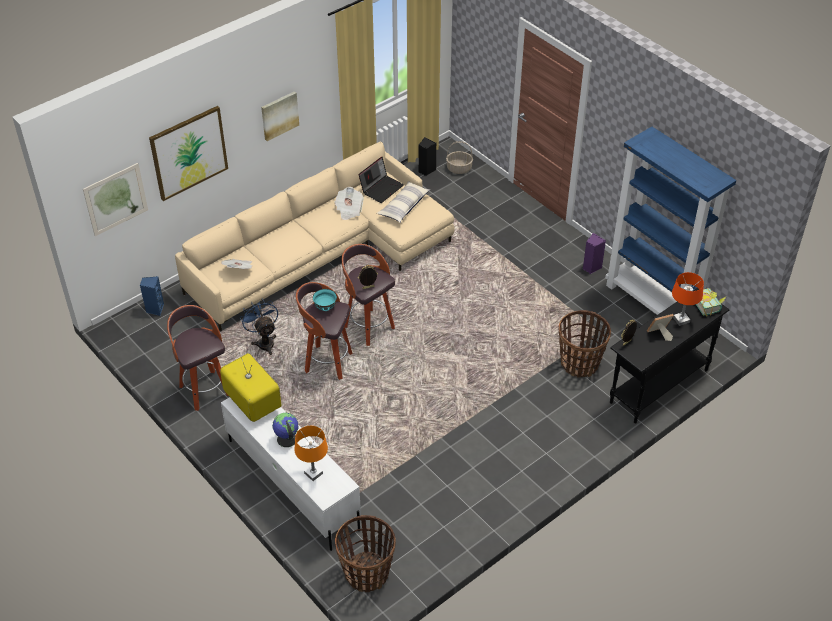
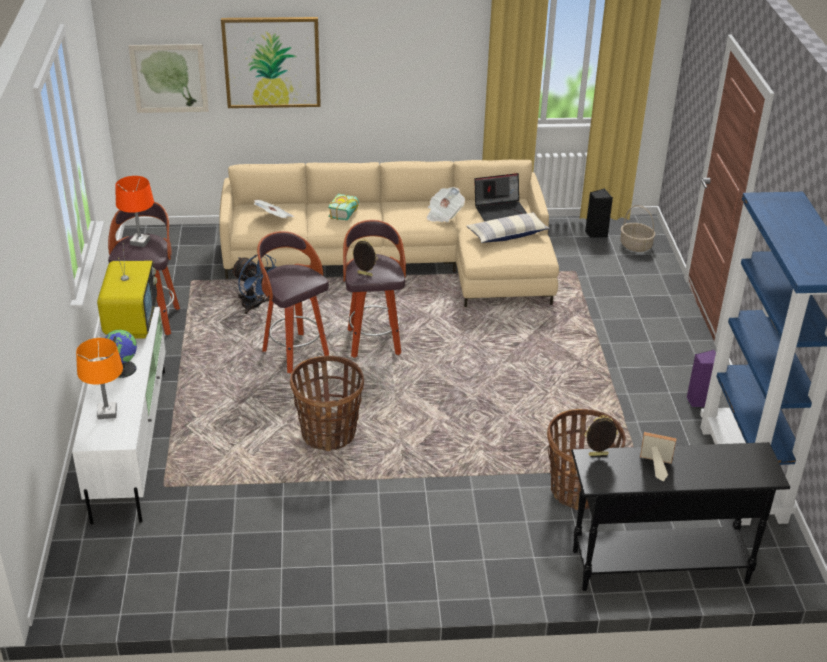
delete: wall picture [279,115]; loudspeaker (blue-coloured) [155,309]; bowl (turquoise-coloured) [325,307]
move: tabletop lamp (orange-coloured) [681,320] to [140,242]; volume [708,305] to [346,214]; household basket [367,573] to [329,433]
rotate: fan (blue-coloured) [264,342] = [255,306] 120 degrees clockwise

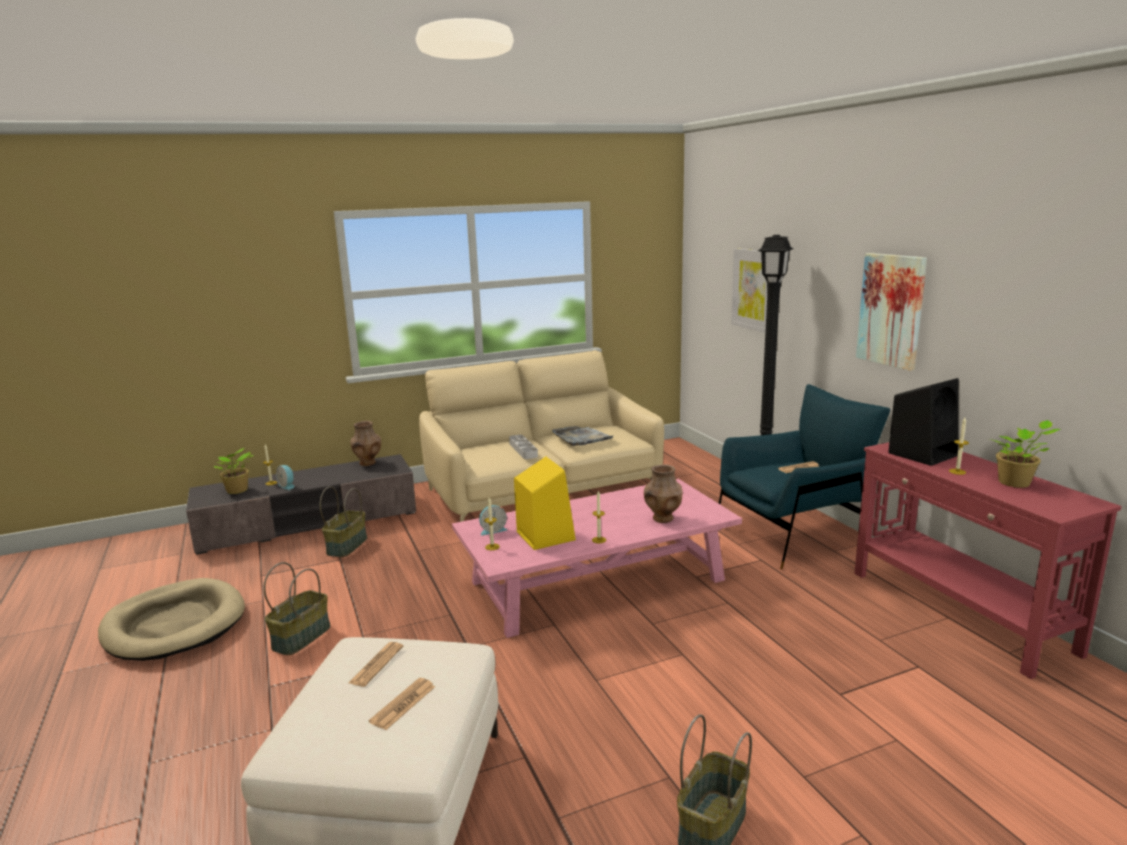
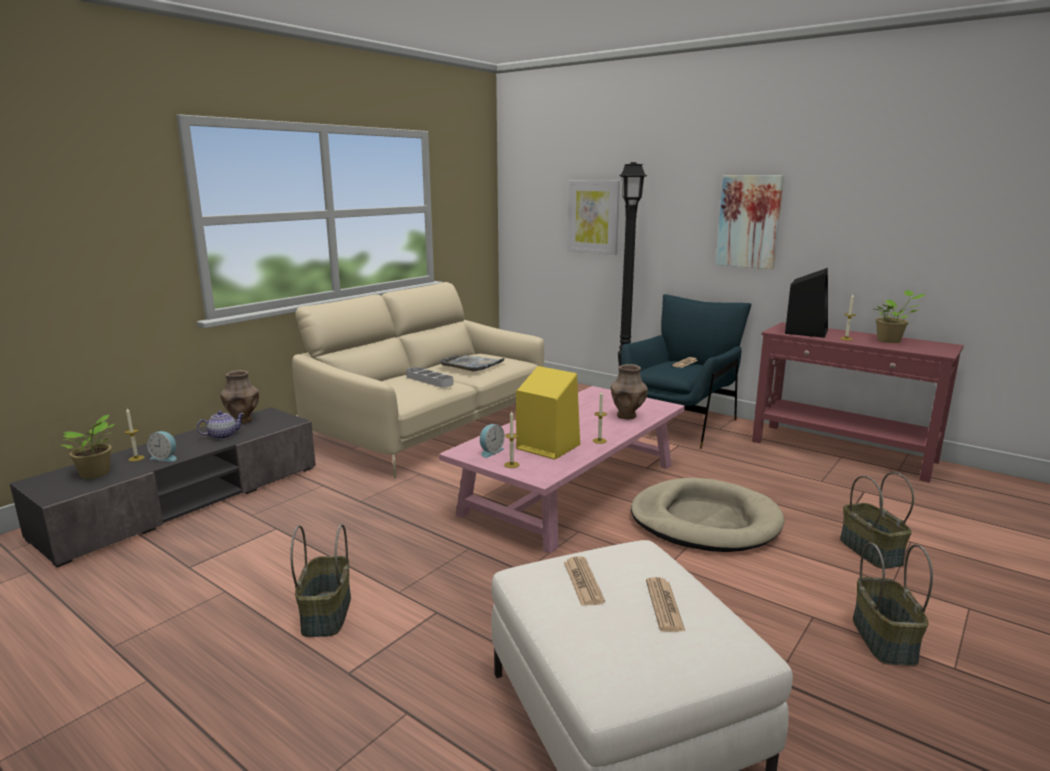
insert: pot for tea [222,436]
move: household basket [346,546] to [869,551]; dog bed (beige-coloured) [174,624] to [704,521]

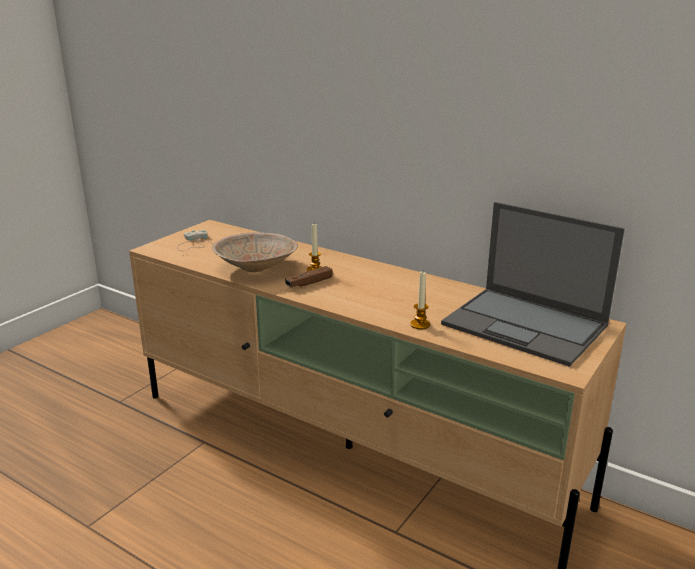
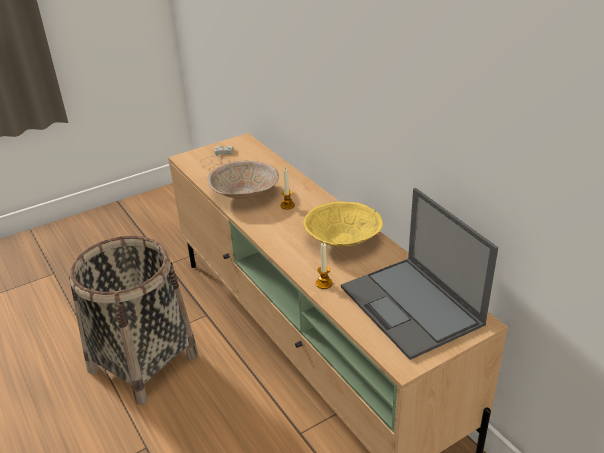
delete: gamepad (brown-coloured) [309,283]
insert: bowl (yellowish) [343,239]; household basket [143,363]

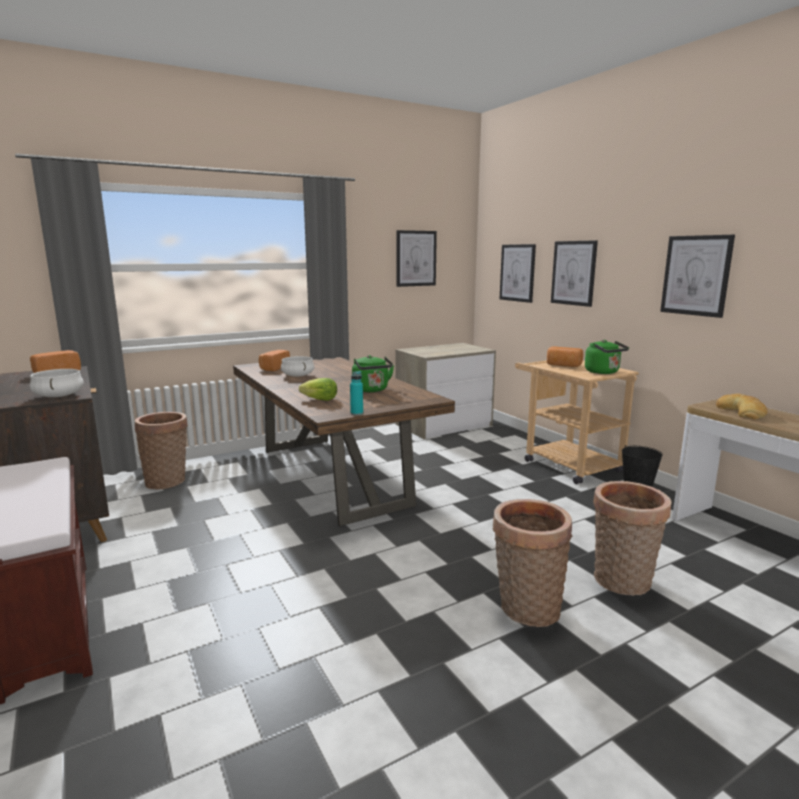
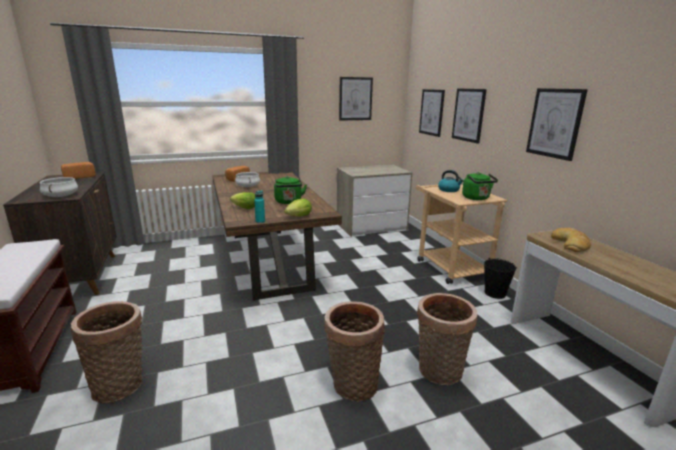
insert: lettuce [299,216]
move: household basket [168,481] to [121,385]
replace: bakery bread [563,365] to water kettle [449,190]

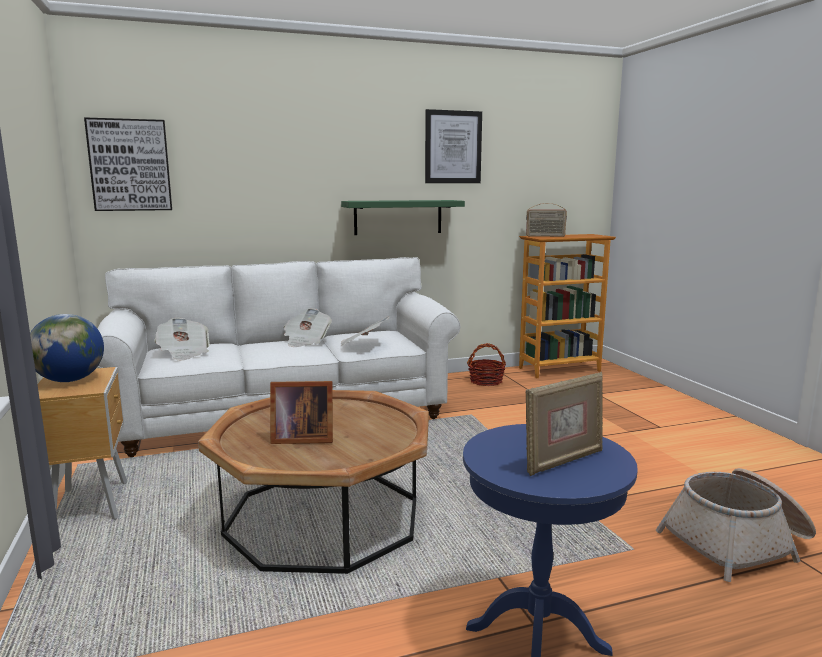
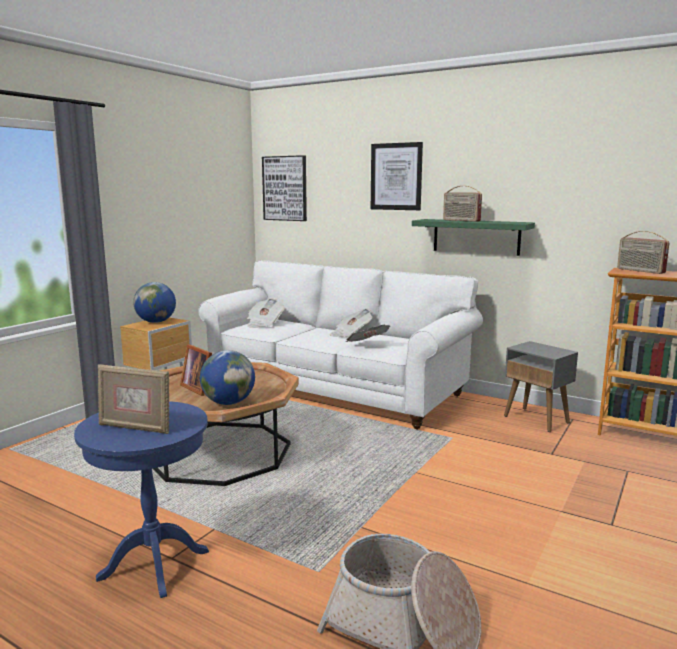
insert: radio [461,220]; world globe [228,403]
move: wall picture [453,147] to [396,176]
replace: household basket [486,381] to end table (greyish) [537,419]

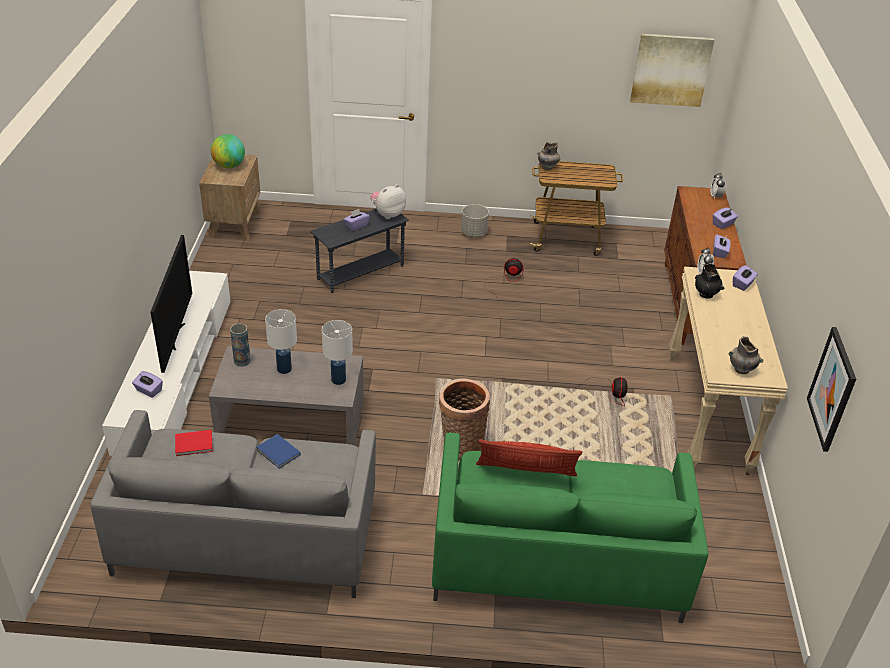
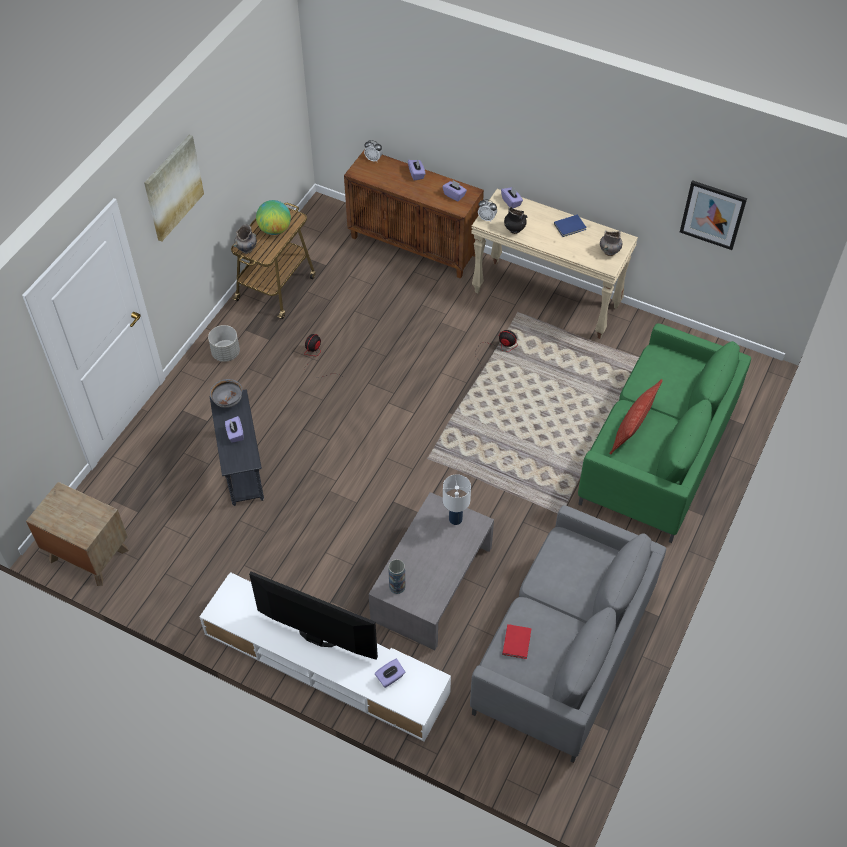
delete: tabletop lamp (white) [284,369]; household basket [460,446]
move: wall picture [671,70] to [173,187]; world globe [229,166] to [275,229]; volume (blue-coloured) [278,453] to [570,227]
replace: cuddly toy [387,214] to bowl (greyish) [228,402]

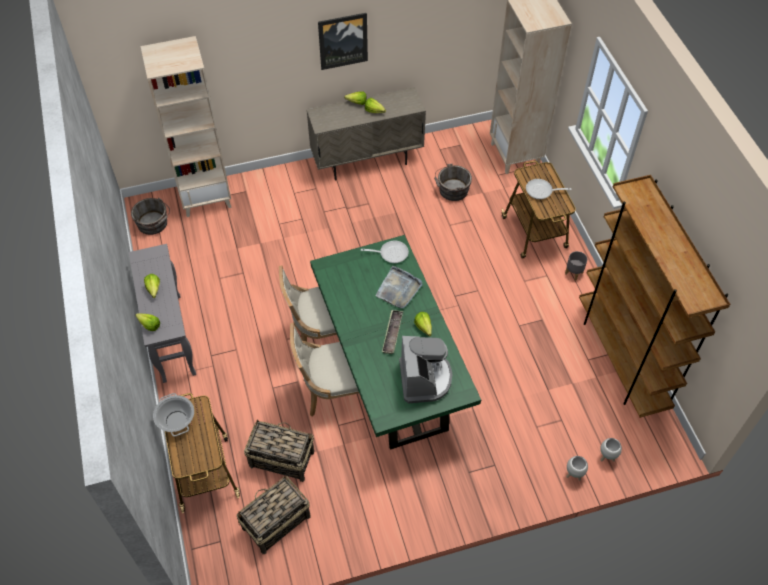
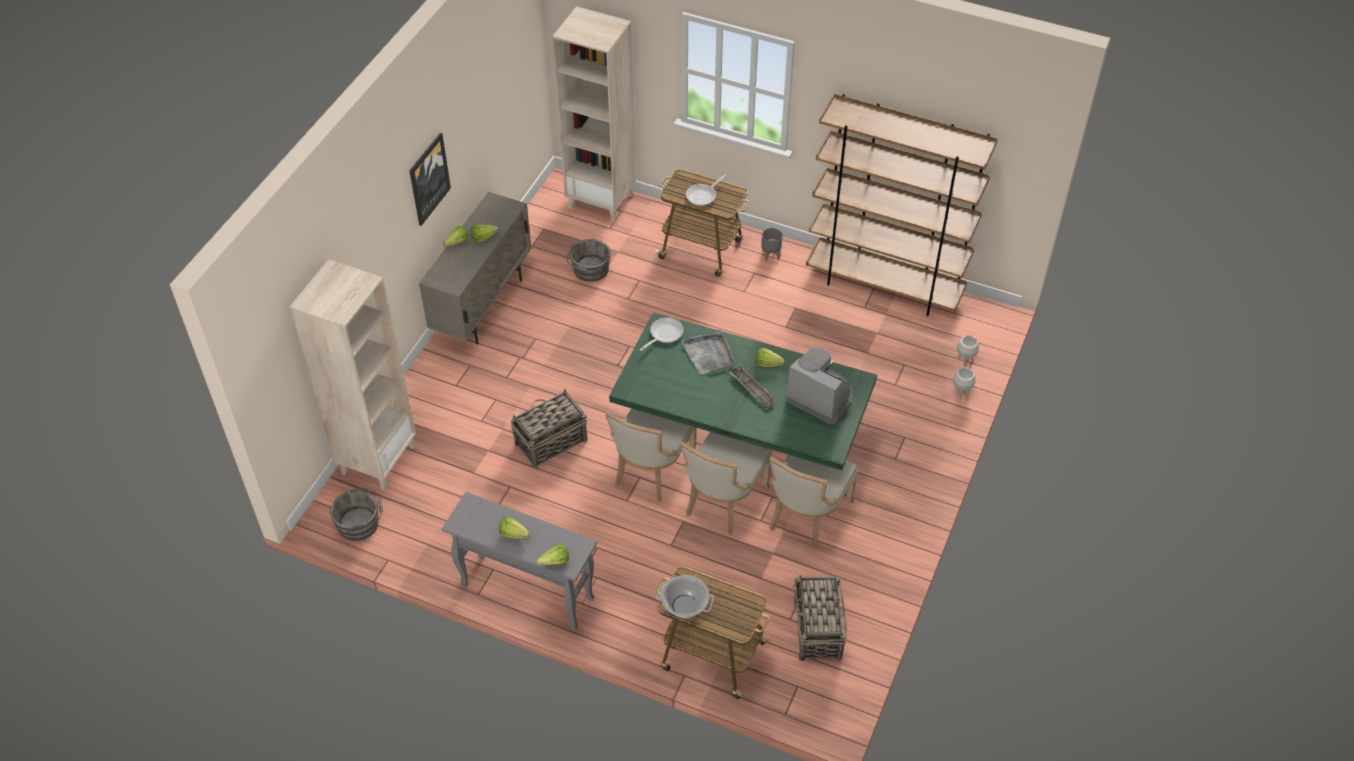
insert: plain chair (beige-coloured) [806,516]
move: household basket [281,458] to [550,442]

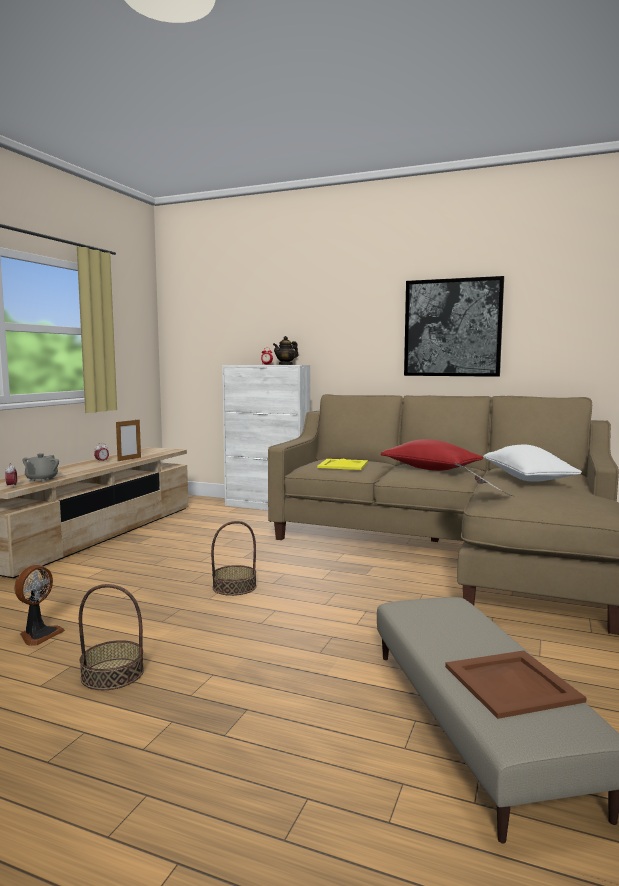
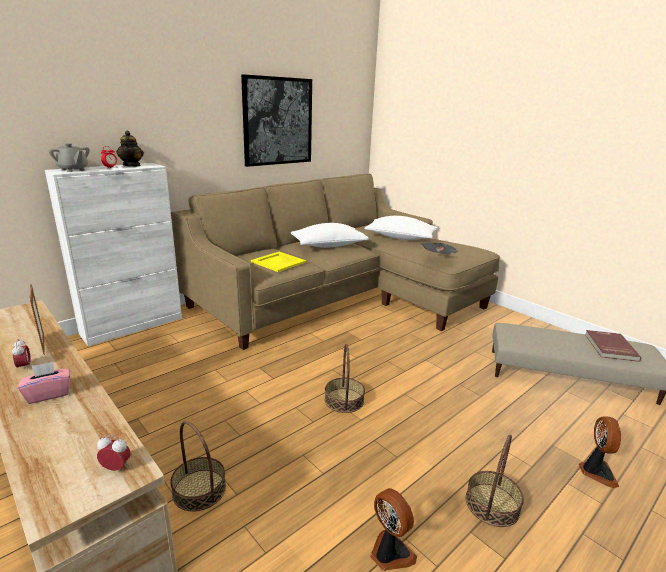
insert: tissue box (pink-coloured) [49,394]; fan [596,472]; household basket [199,489]
move: pot for tea (greyish) [41,480] to [73,170]
replace: serving tray (brown-coloured) [510,683] to volume (red) [609,347]
recolor: pillow (red) [430,469] to pillow (white) [328,245]

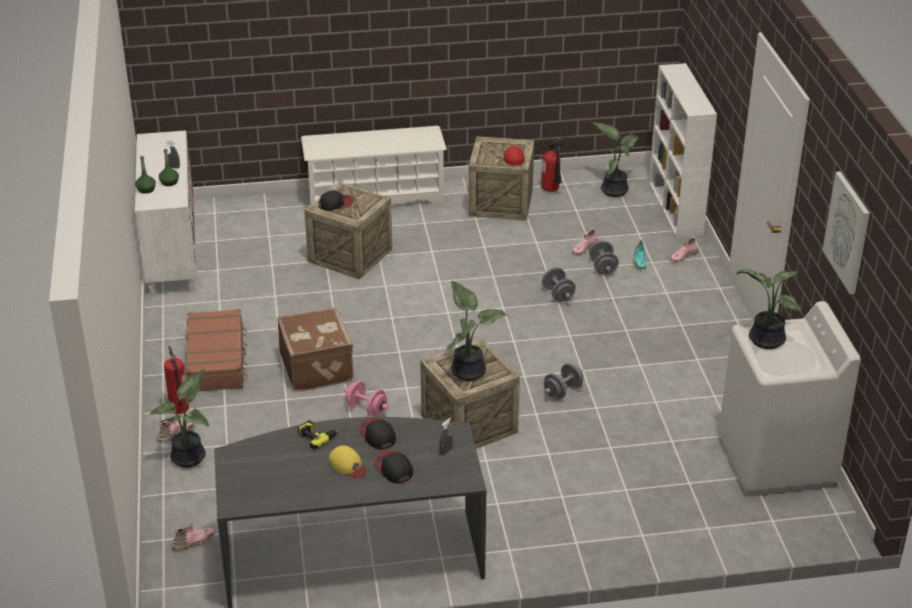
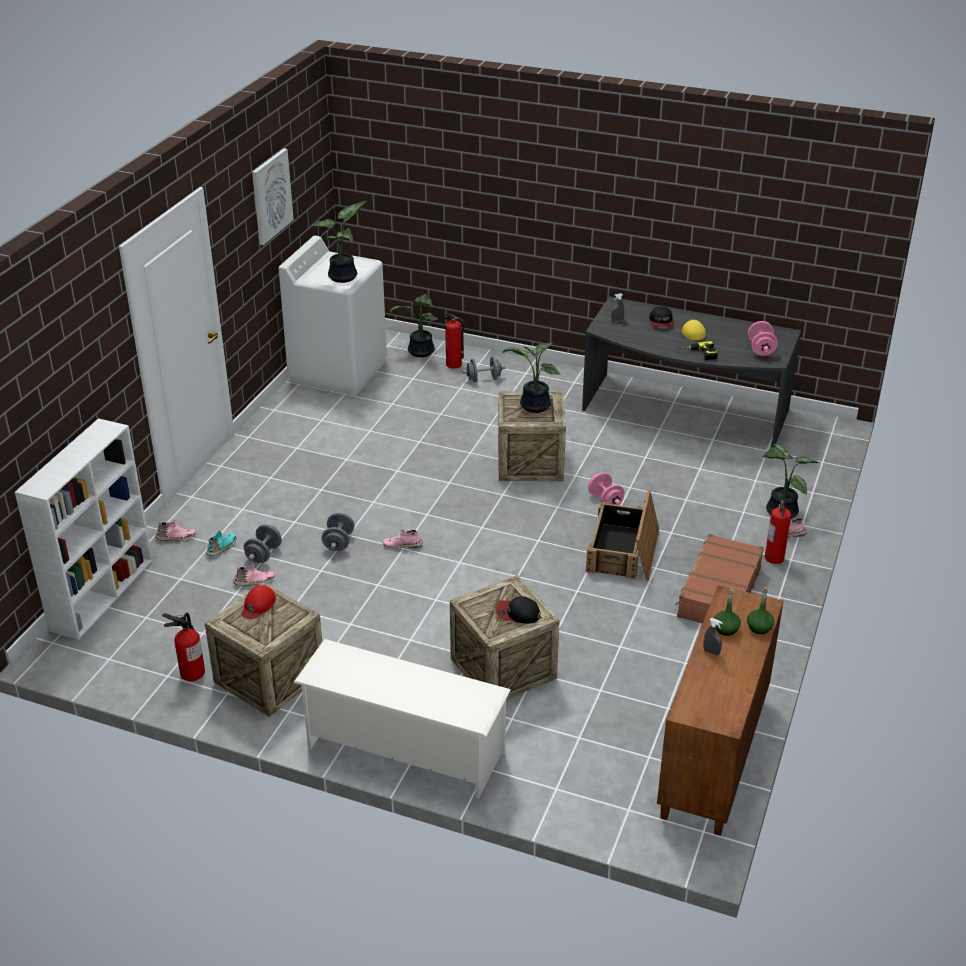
delete: cap [377,435]
insert: extinguisher [454,364]; hand weight (pink-coloured) [761,349]
move: potted plant [614,190] to [420,352]; hand weight (greyish) [563,392] to [483,379]; item of footwear (pink-coloured) [193,542] to [402,545]
replace: suitcase (brown-coloured) [318,367] to shipping crate [624,551]
recolor: cupboard (white) [171,253] to cupboard (brown-coloured) [714,757]

